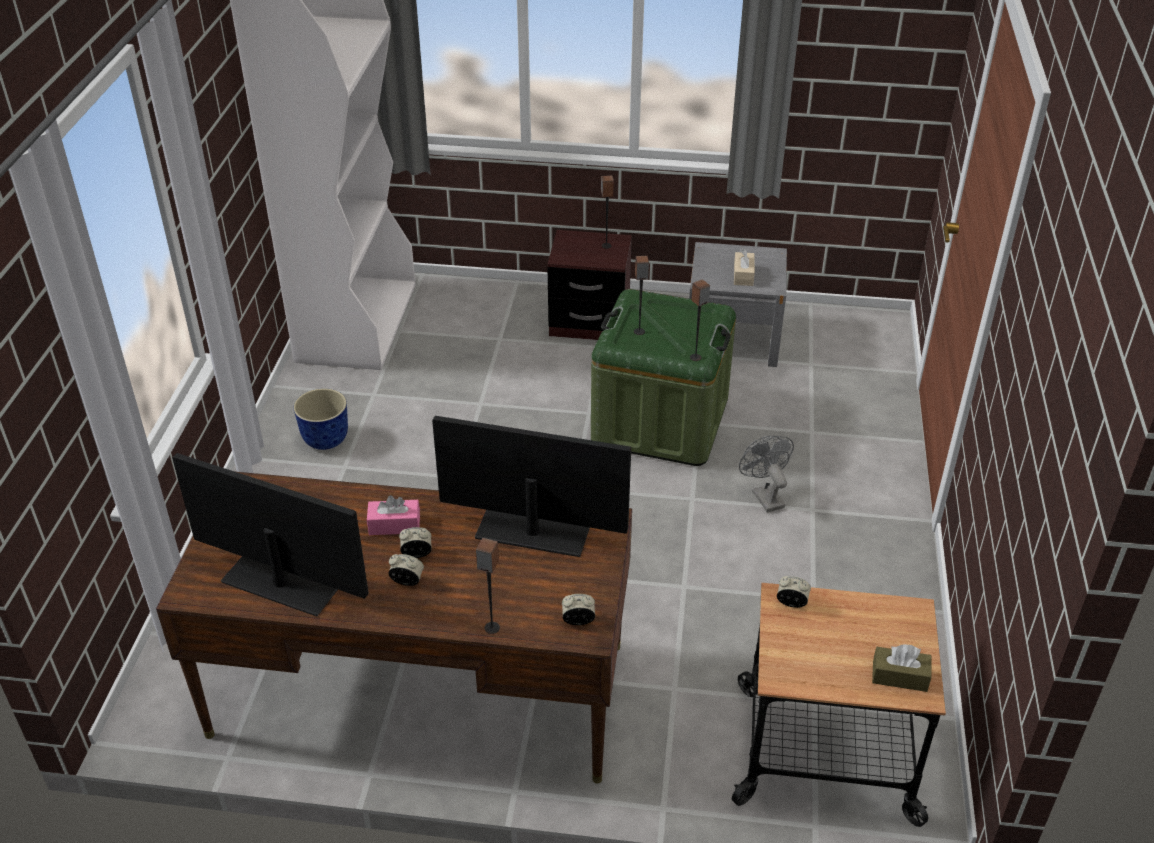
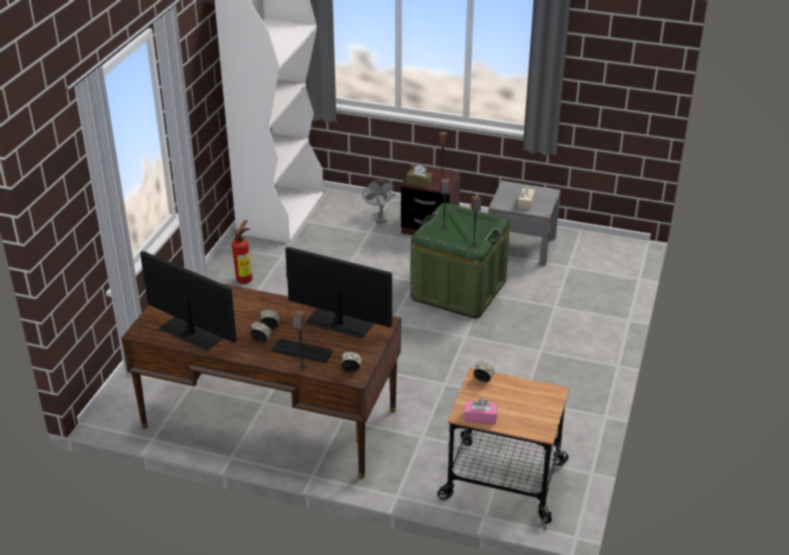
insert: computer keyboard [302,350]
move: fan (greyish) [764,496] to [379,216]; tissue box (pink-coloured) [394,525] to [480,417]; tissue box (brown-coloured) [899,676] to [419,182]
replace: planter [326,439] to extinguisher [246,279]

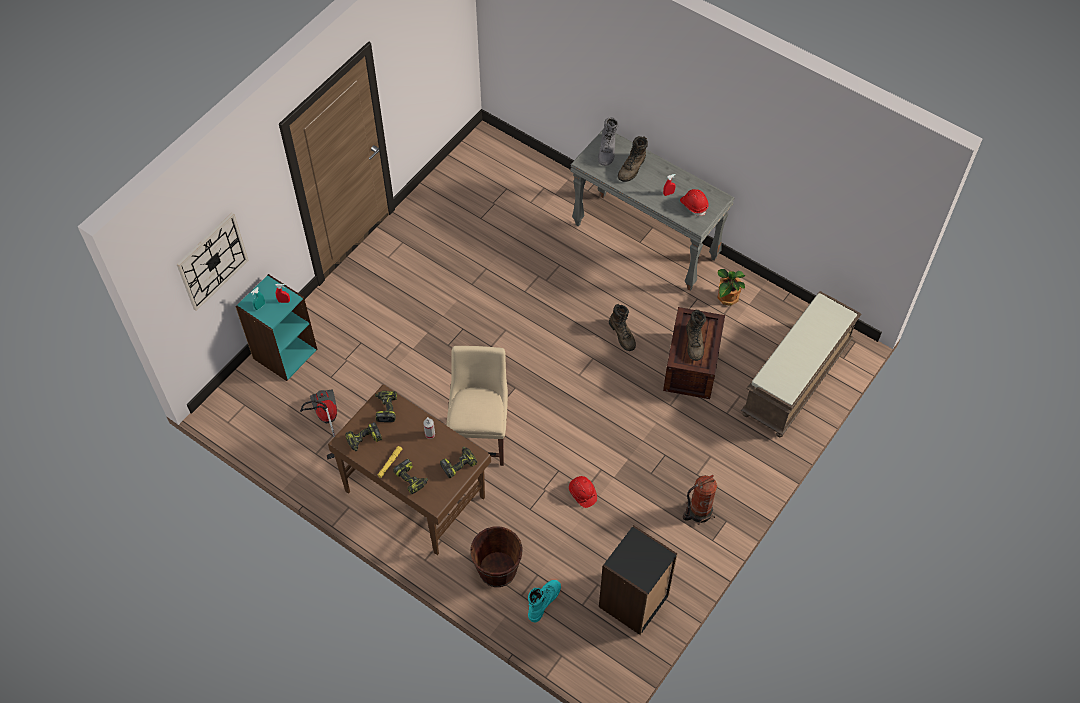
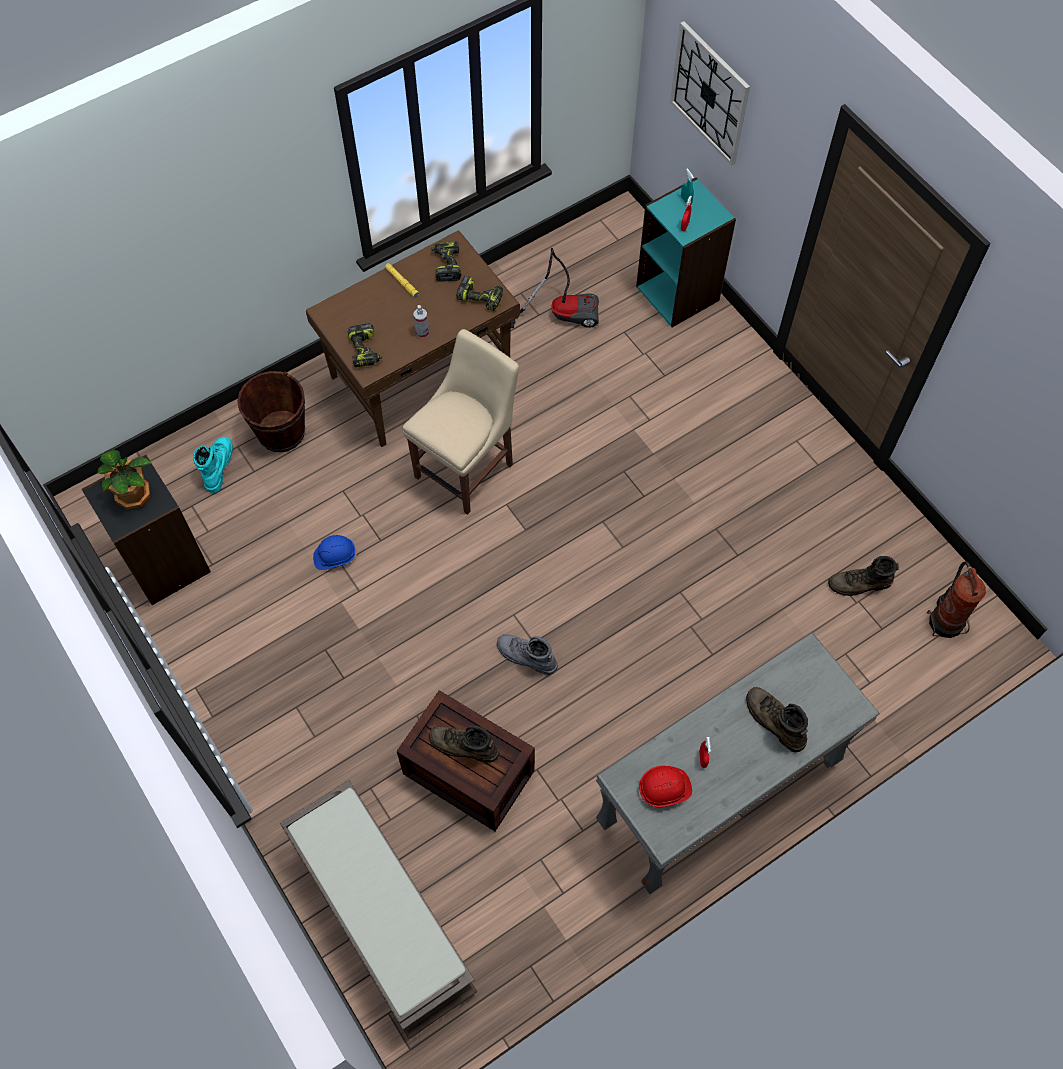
delete: electric drill [411,479]
move: boot (greyish) [607,151] to [526,657]; potted plant [727,298] to [134,494]; boot (brown-coloured) [622,335] to [859,585]; extinguisher [698,512] to [946,620]
recolor: hard hat (red) [582,494] to hard hat (blue-coloured) [335,556]
rotate: plain chair (beige-coloured) [481,437] = [467,468] 75 degrees counterclockwise; boot (turquoise-coloured) [543,601] = [218,466] 135 degrees counterclockwise

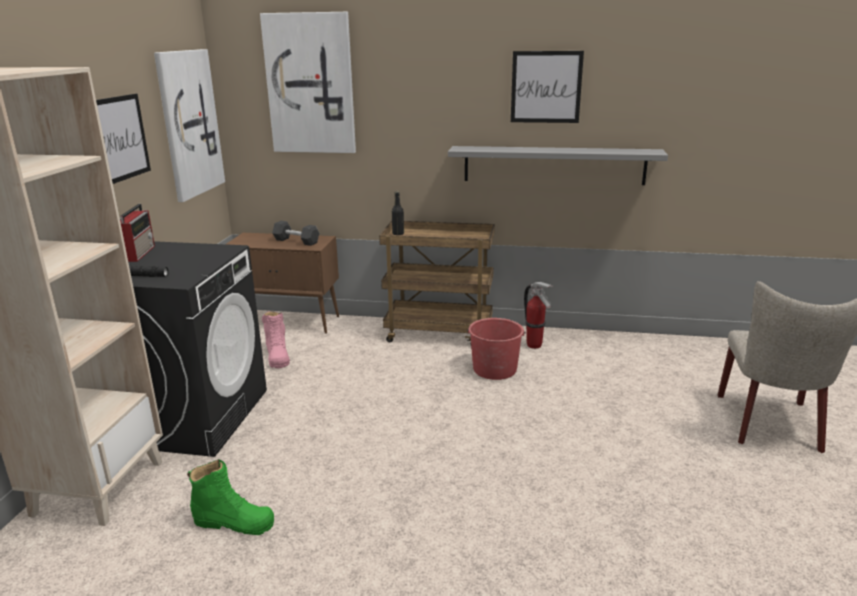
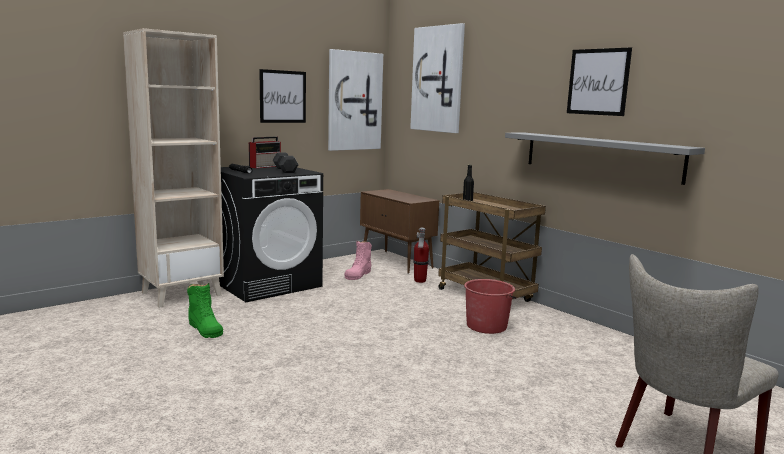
move: hand weight (black) [296,241] to [285,170]; extinguisher [534,345] to [420,281]

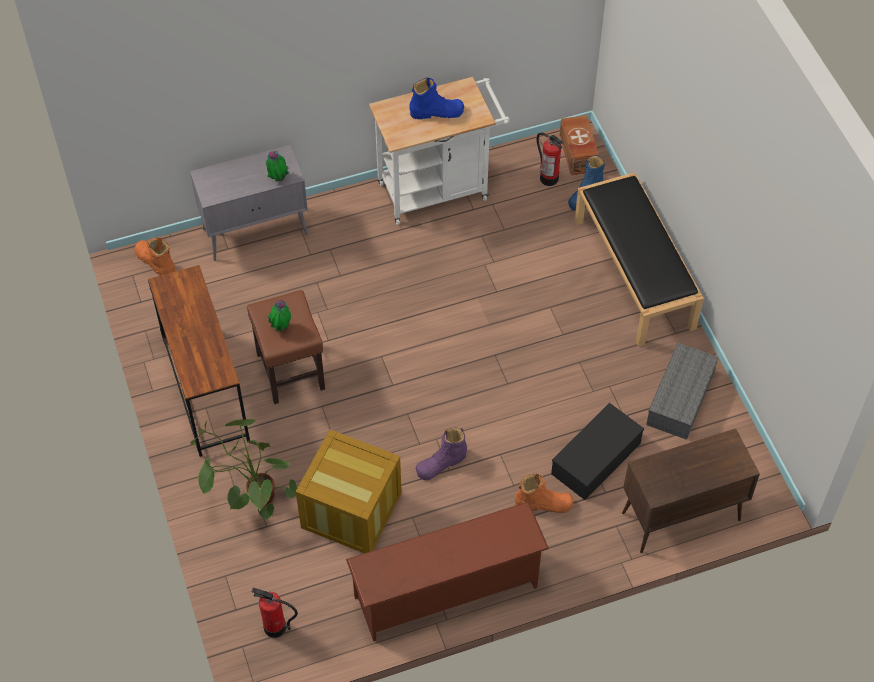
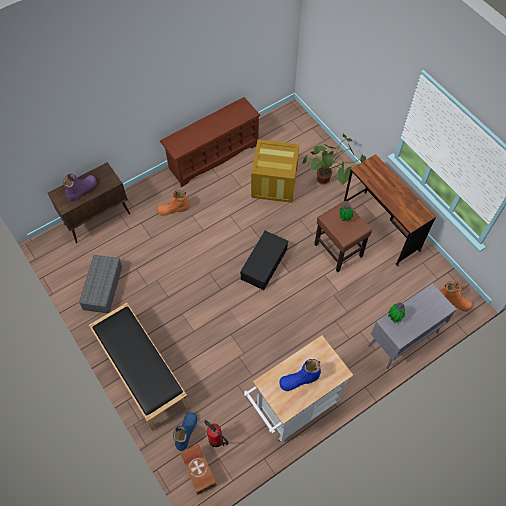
delete: extinguisher [275,627]
move: storage container (black) [596,460] to [264,263]; boot (purplish) [441,463] to [82,190]

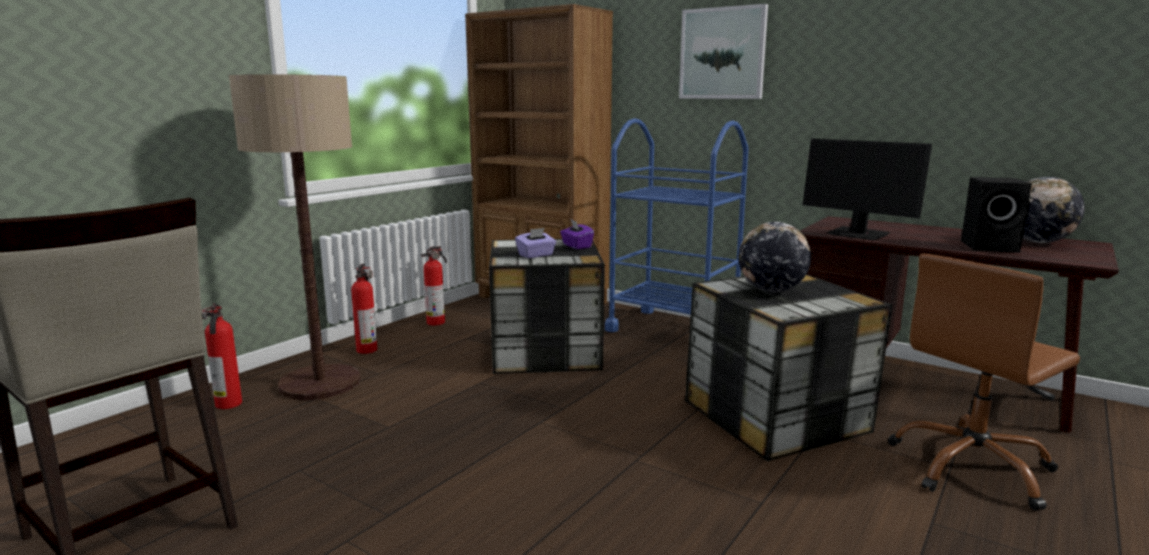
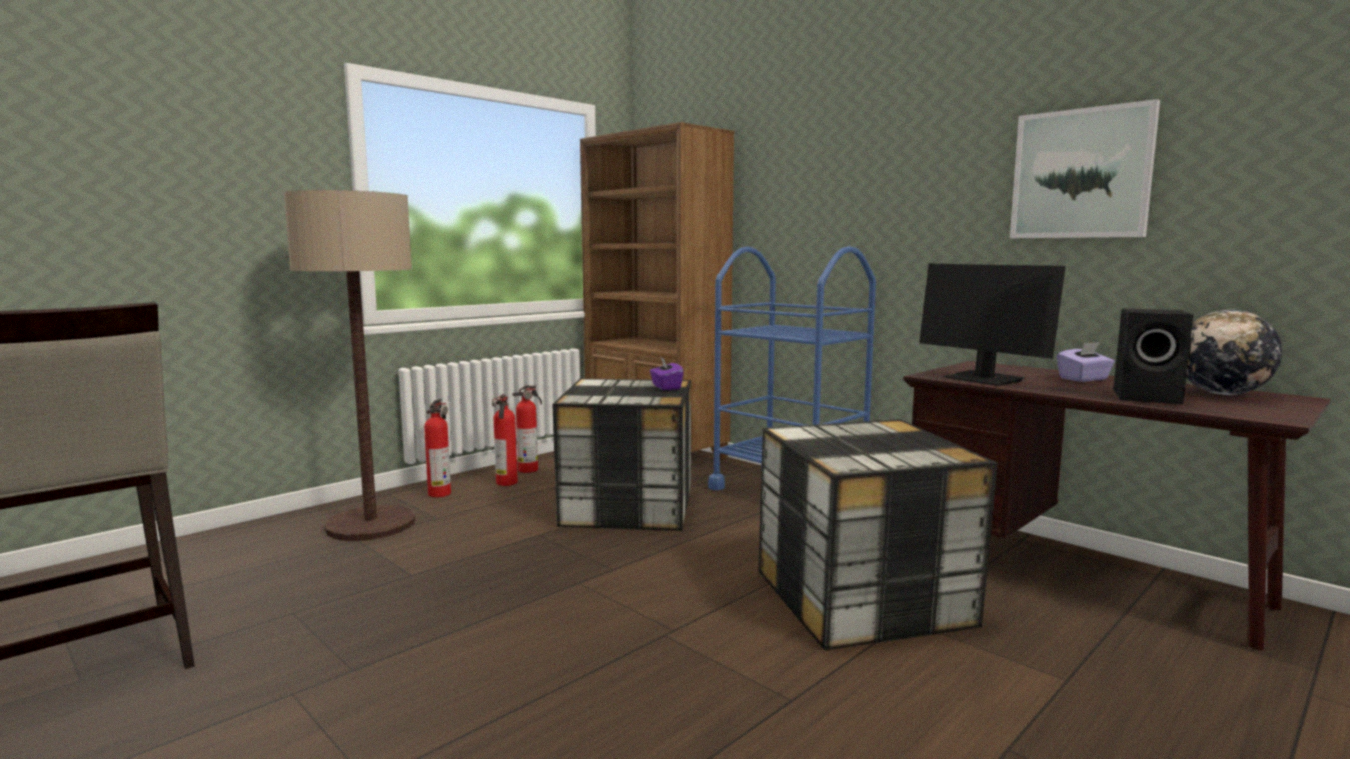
delete: world globe [771,290]; office chair (brown-coloured) [972,468]
move: wall picture [722,53] to [1081,174]; tissue box (purplish) [536,255] to [1084,379]; extinguisher [228,404] to [506,483]

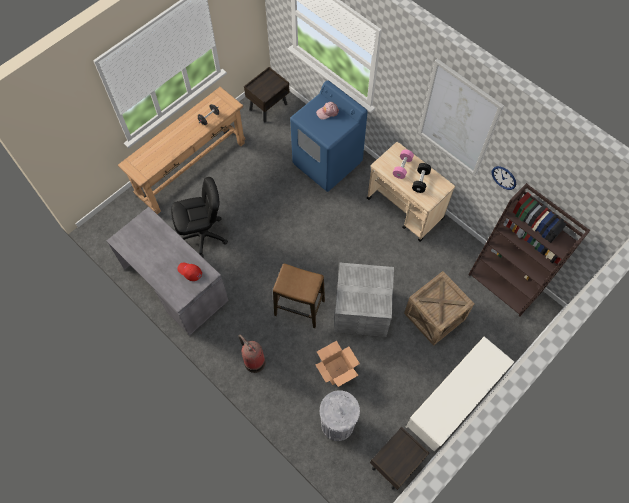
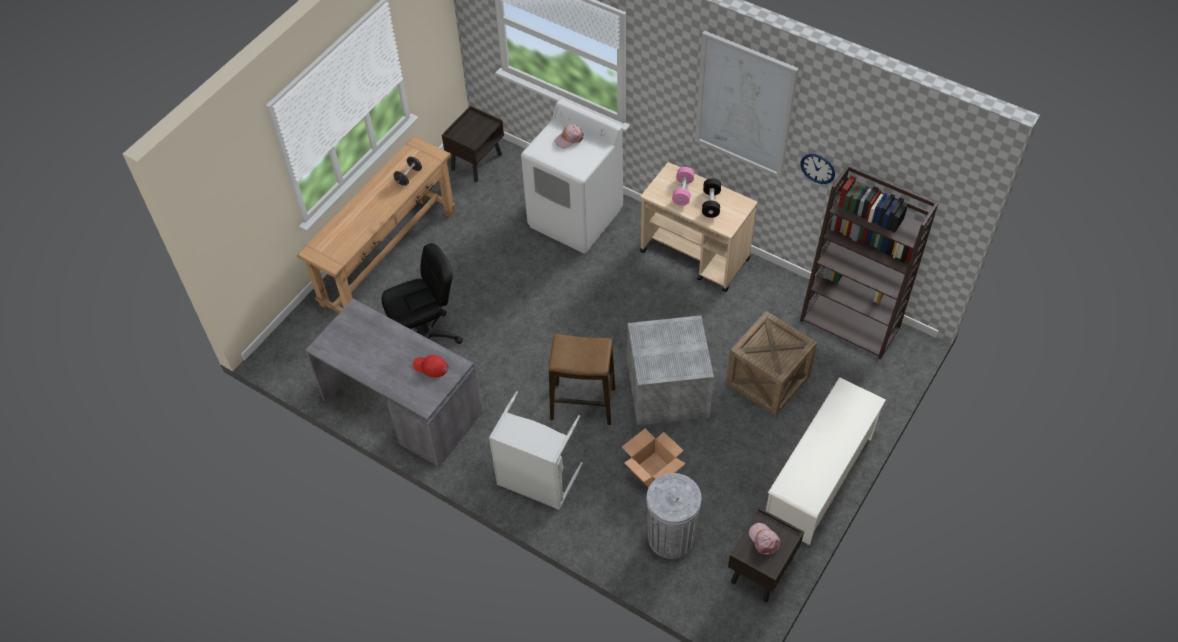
insert: cap (pink-coloured) [764,539]
replace: extinguisher [253,361] to hamper (greyish) [536,482]
recolor: laundry appliance (blue-coloured) [327,163] to laundry appliance (white) [575,218]

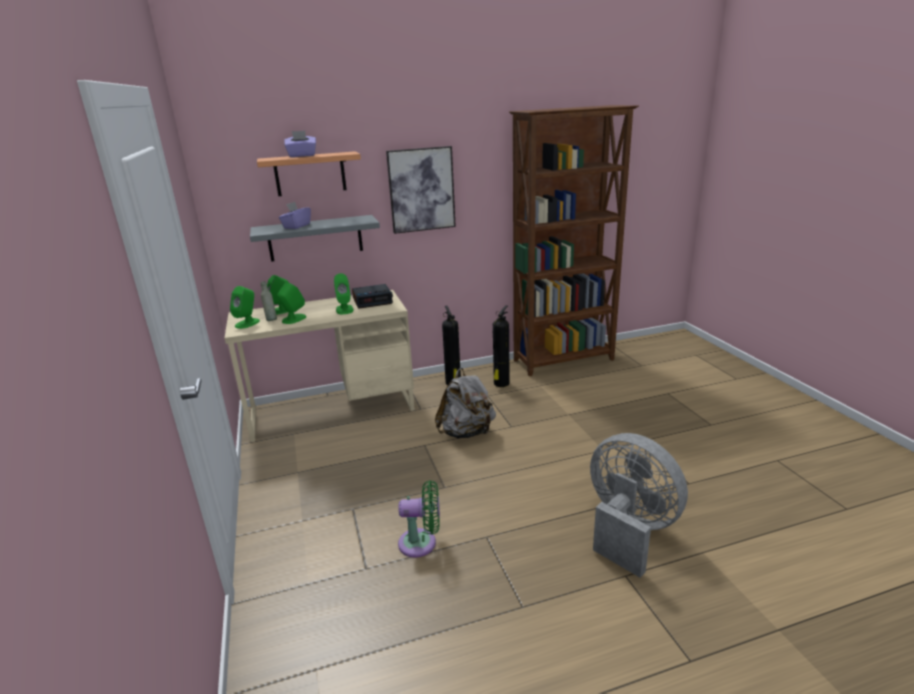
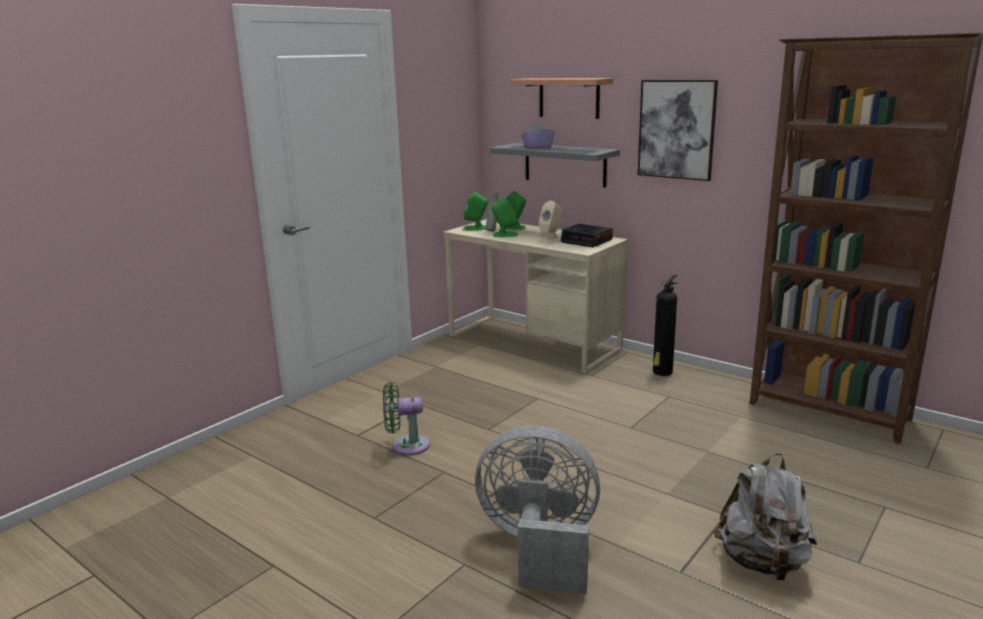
delete: tissue box (purplish) [302,156]; extinguisher [501,384]
move: backpack (greyish) [466,432] to [762,562]
recolor: loudspeaker (greenish) [344,309] to loudspeaker (beige-coloured) [551,240]
rotate: fan (greyish) [628,529] = [539,548] 90 degrees counterclockwise; fan (greenish) [421,543] = [406,446] 120 degrees clockwise

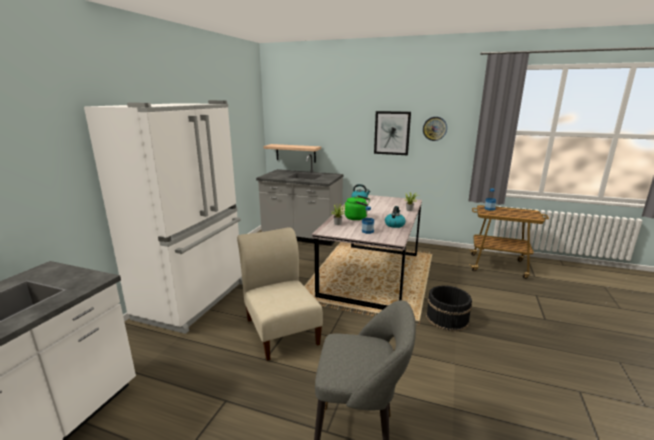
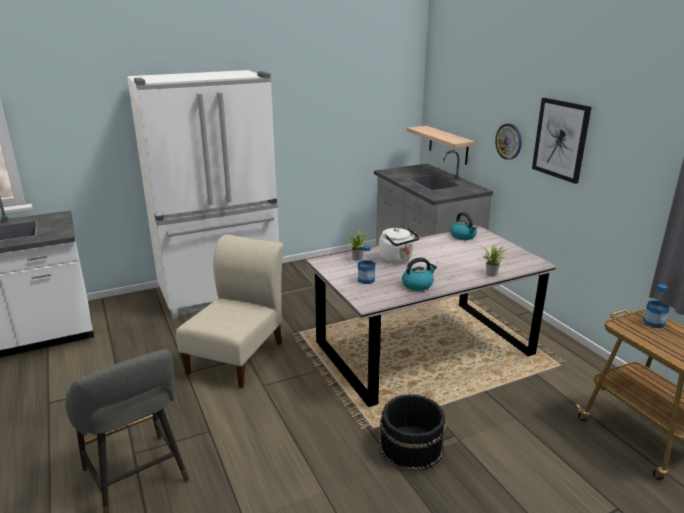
move: clock on the wall [434,128] to [509,141]
recolor: water kettle (greenish) [357,218] to water kettle (white) [397,259]

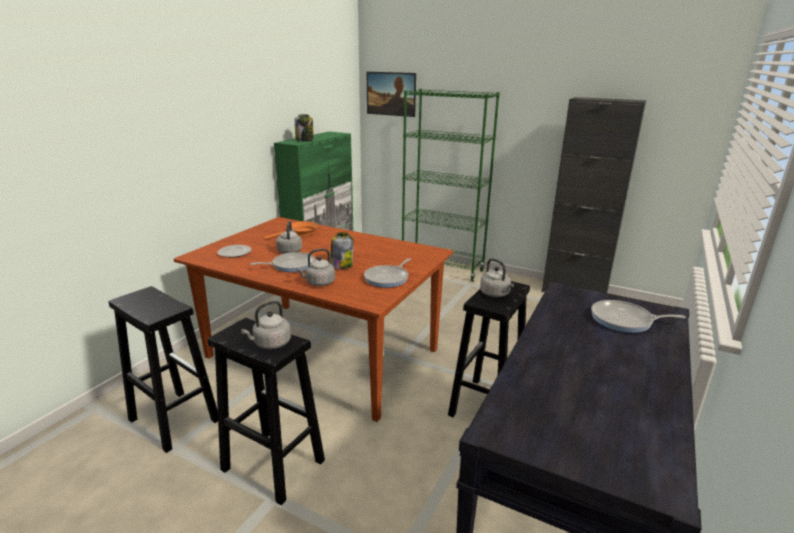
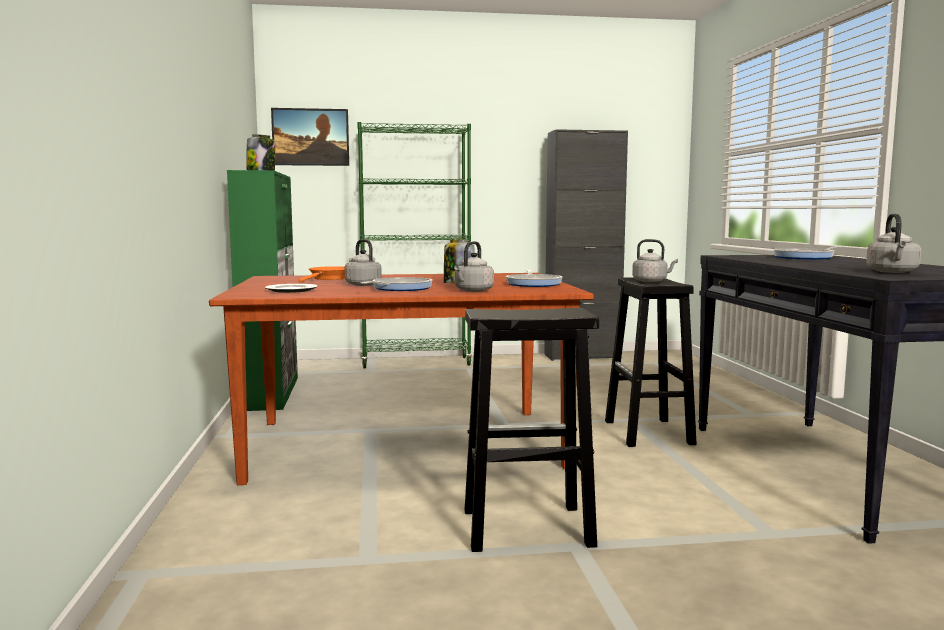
delete: sitting stool (black) [173,419]
move: water kettle (greyish) [270,344] to [892,272]

